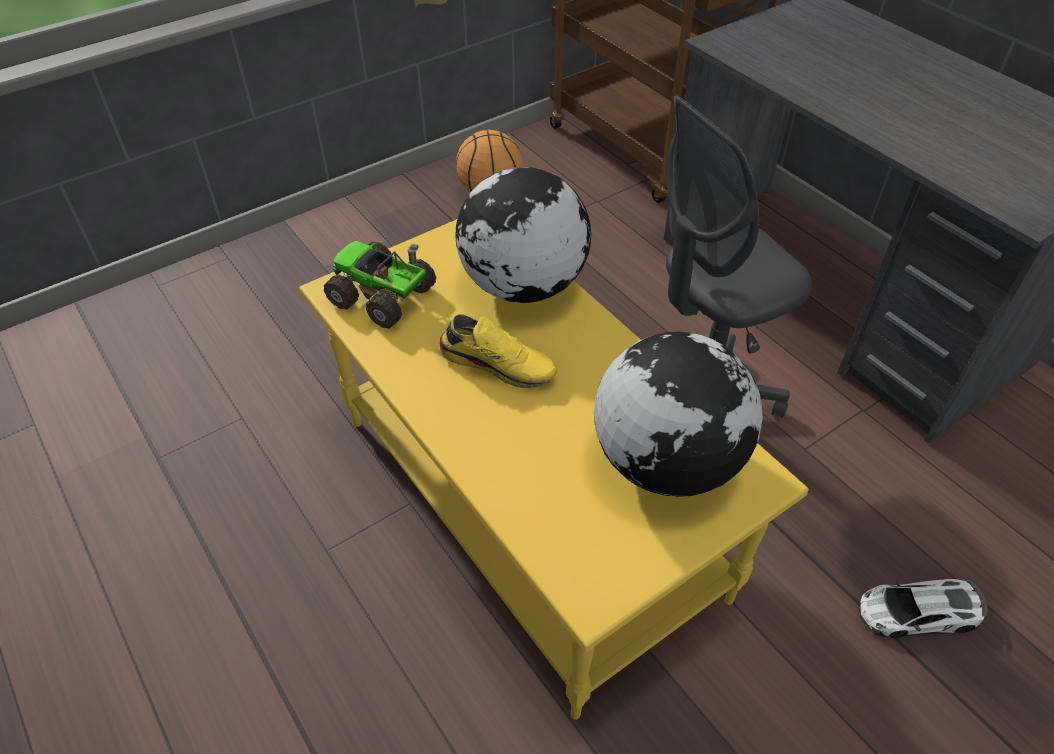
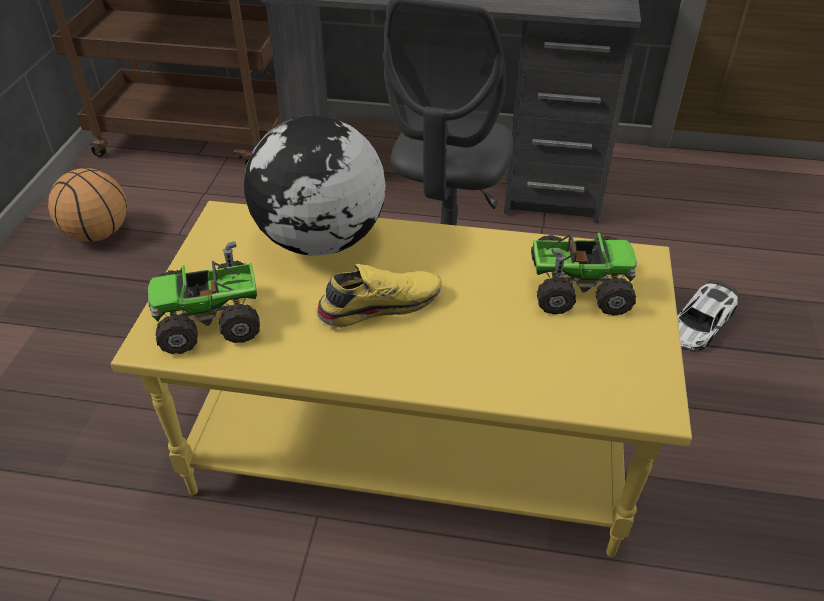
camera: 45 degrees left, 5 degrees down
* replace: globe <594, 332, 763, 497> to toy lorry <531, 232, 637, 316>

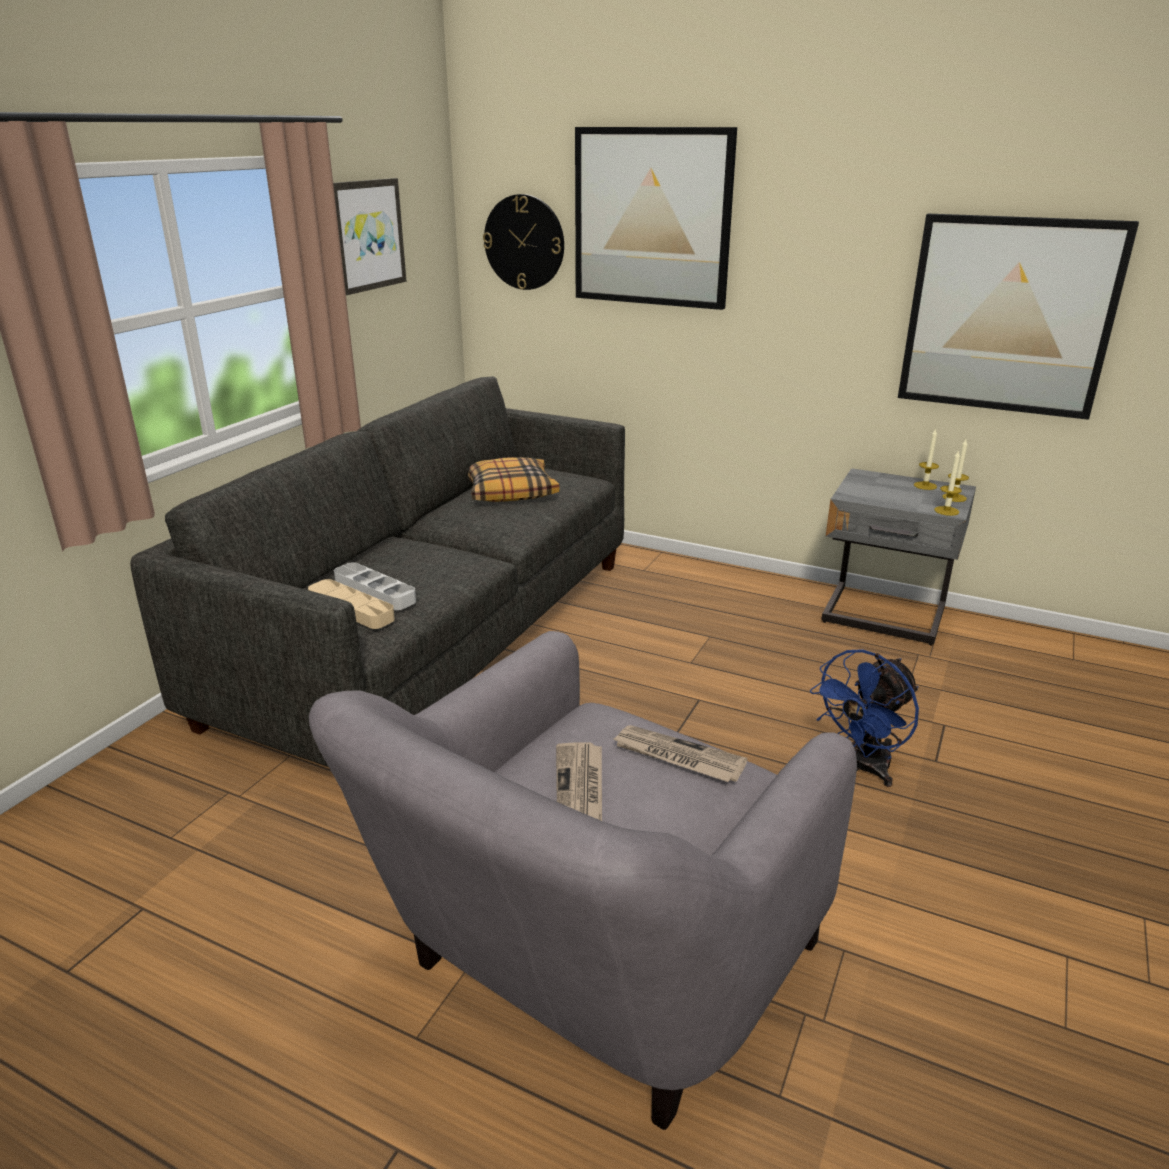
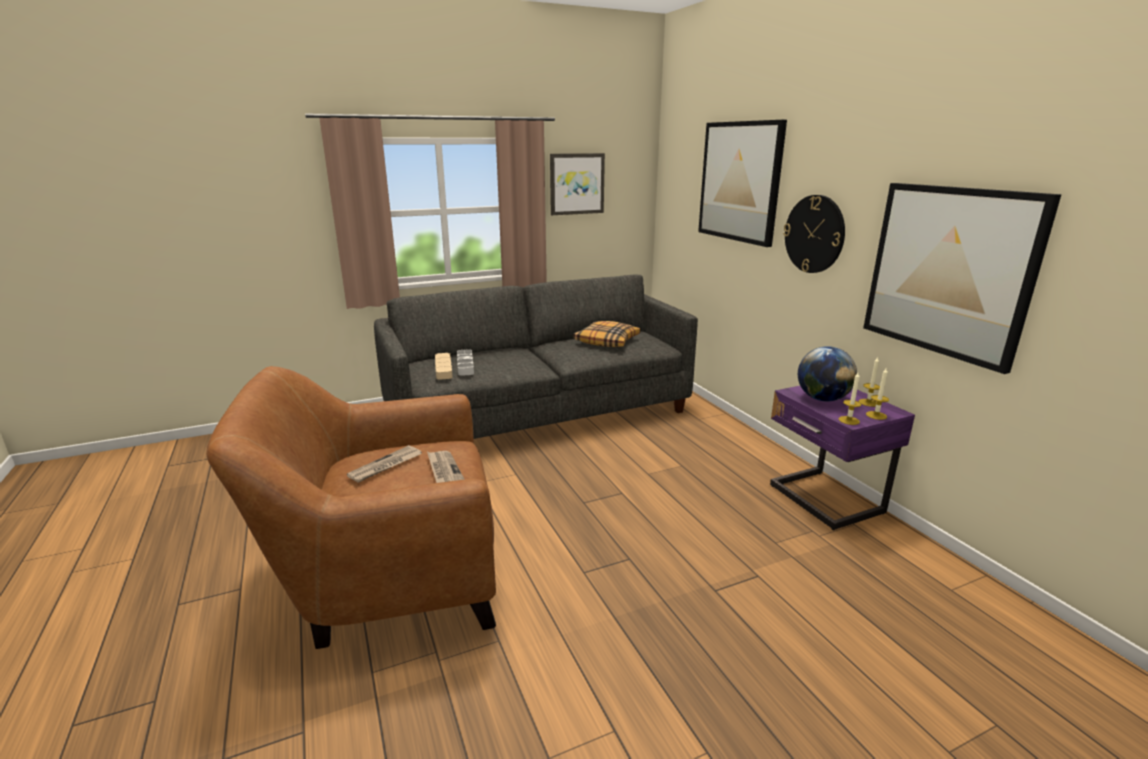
camera: 40 degrees right, 5 degrees down
* move: wall clock <483, 194, 564, 290> to <783, 195, 845, 273>
* recolor: grey bedside table <821, 468, 976, 645> to purplish bedside table <770, 386, 915, 530>
* recolor: grey easy chair <309, 631, 857, 1130> to brown-coloured easy chair <206, 366, 496, 649>
* delete: blue-coloured cooling fan <810, 649, 919, 787>
* insert: globe <798, 346, 857, 402>

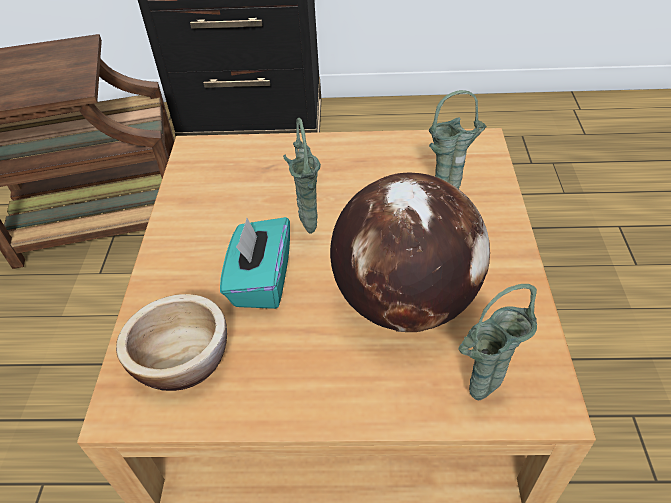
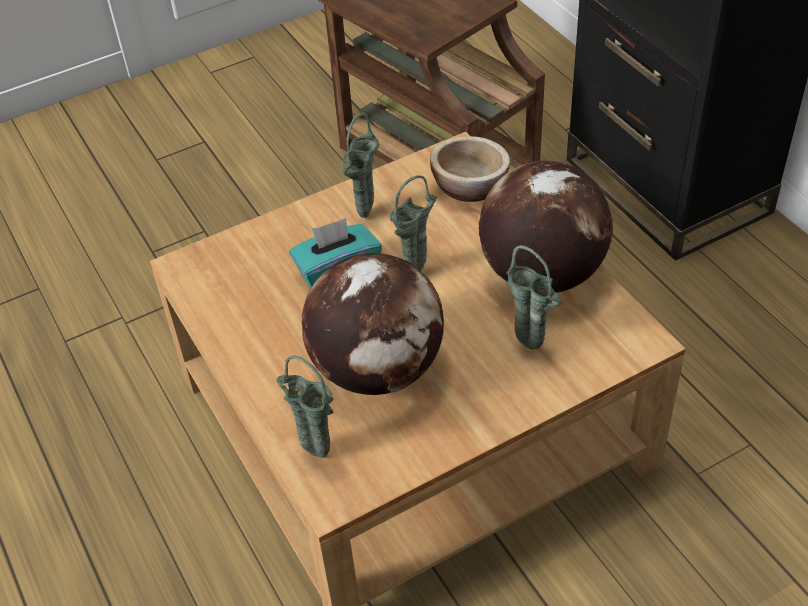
camera: 60 degrees right, 0 degrees up
* move: bowl <116, 294, 227, 391> to <430, 136, 510, 202>
* insert: greenish vase <343, 112, 379, 218>
* insert: globe <479, 161, 613, 293>

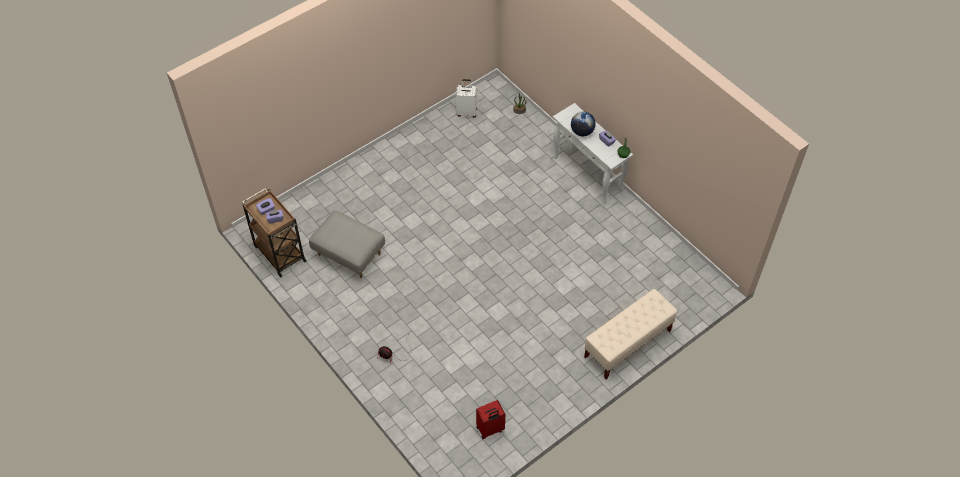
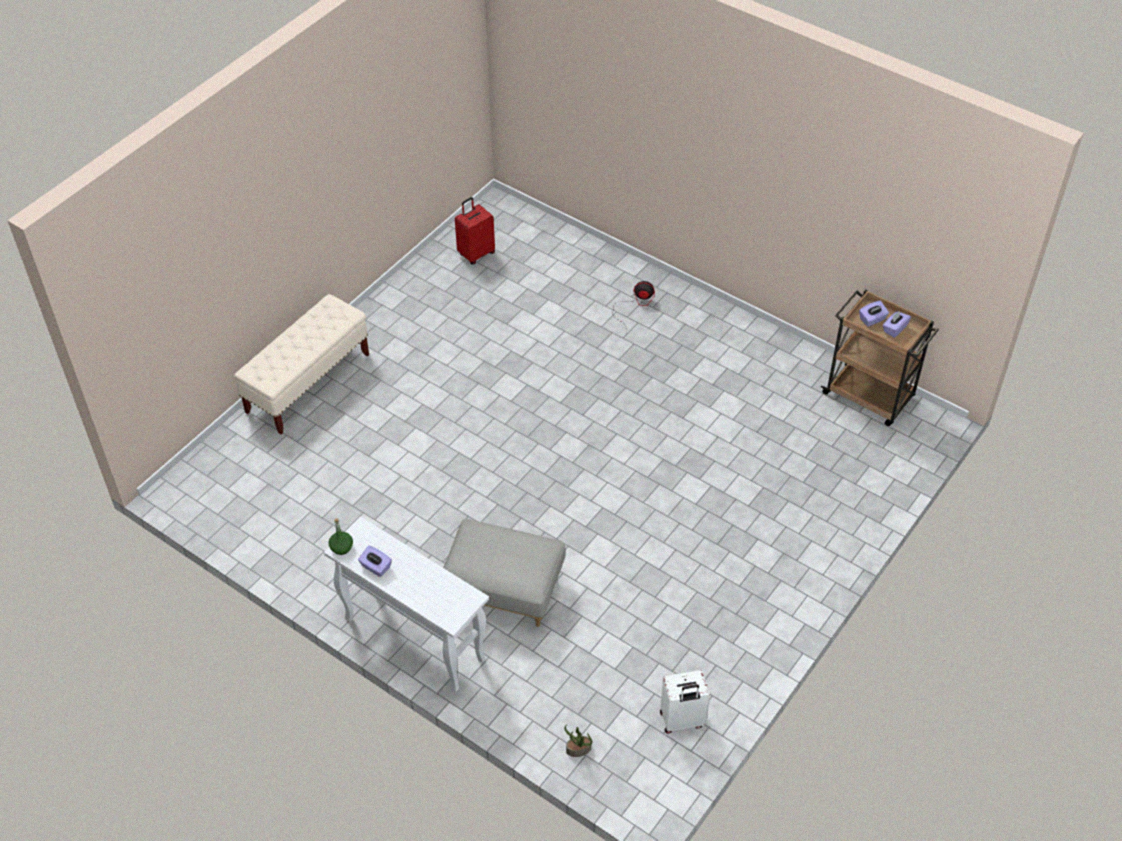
camera: 165 degrees right, 5 degrees down
* delete: globe <571, 112, 596, 136>
* move: grey footrest <309, 210, 385, 278> to <443, 519, 566, 627>

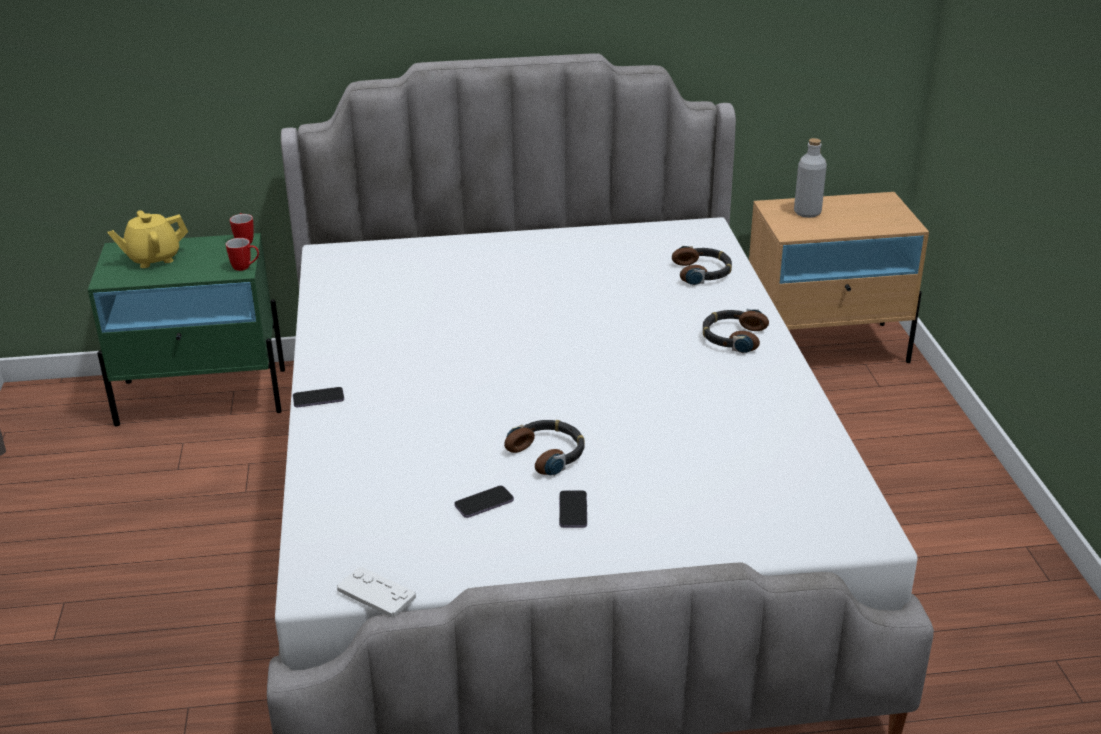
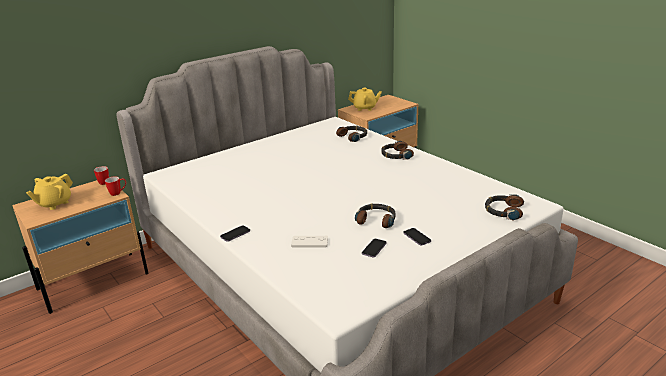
camera: 30 degrees left, 5 degrees down
* replace: grey beverage bottle <794, 138, 827, 218> to yellowish teapot <348, 87, 382, 111>
* recolor: greenish bedside table <88, 233, 285, 426> to beige bedside table <12, 180, 149, 314>
* move: white-coloured gamepad <337, 567, 416, 617> to <291, 236, 328, 248>
* insert: headset <485, 194, 524, 221>

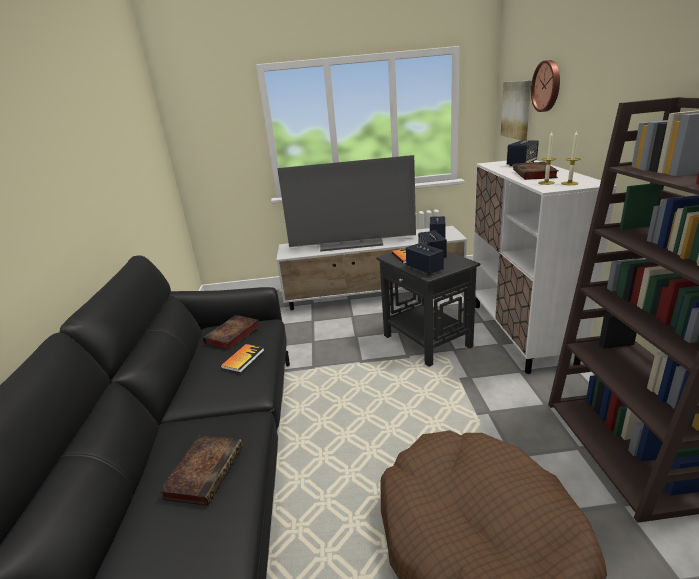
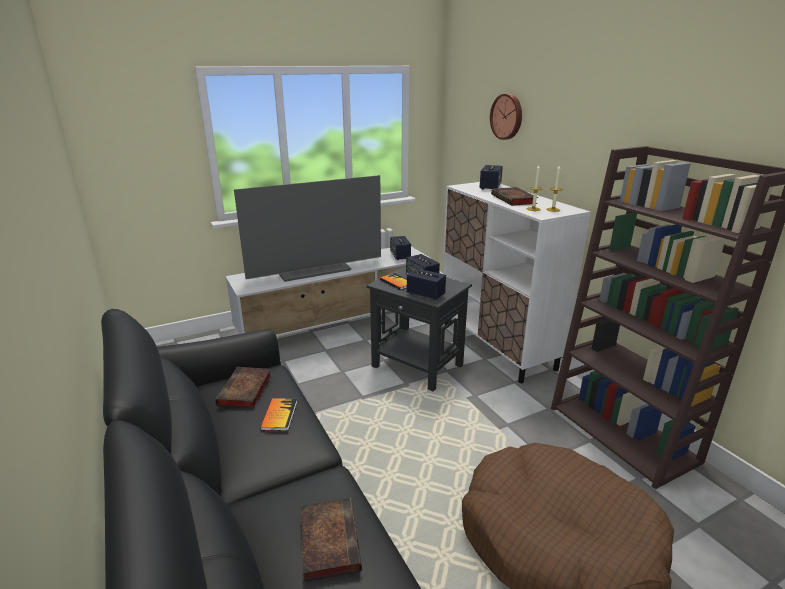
camera: 25 degrees left, 0 degrees up
* delete: wall art <501, 81, 531, 140>

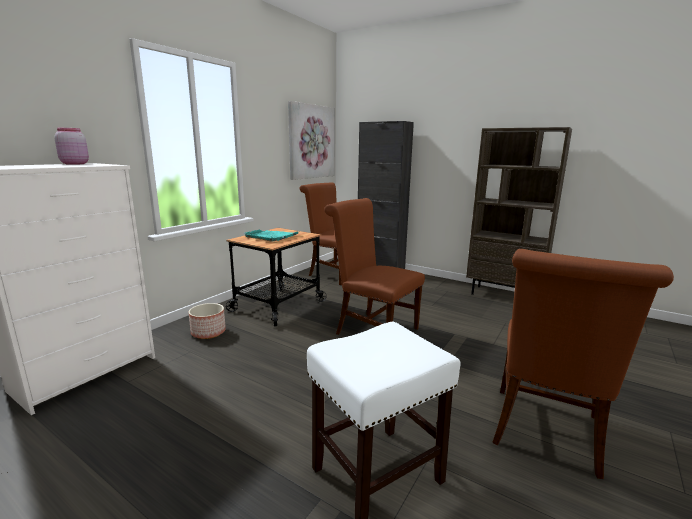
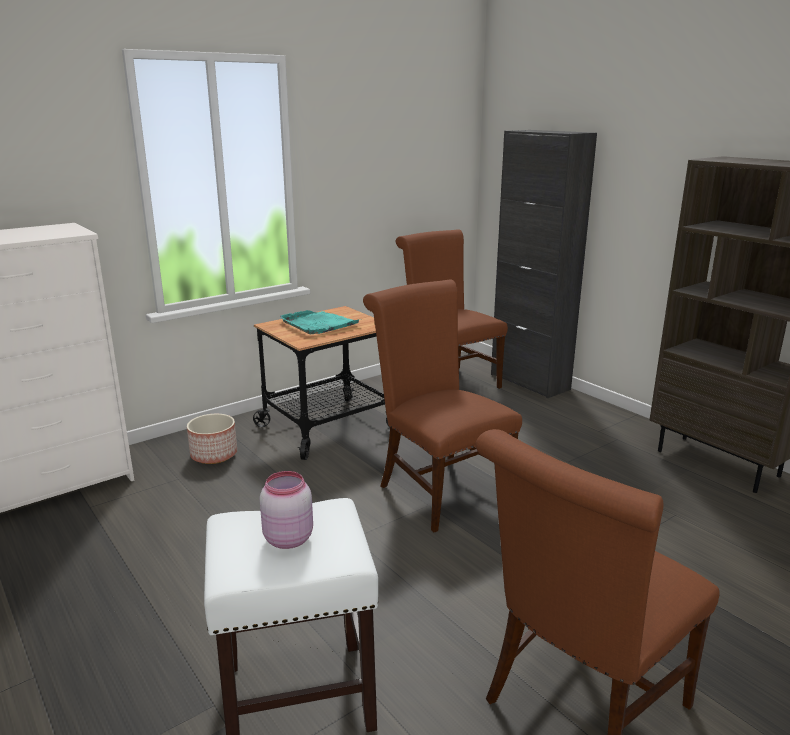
camera: 20 degrees right, 5 degrees up
* delete: wall art <288, 101, 335, 180>
* move: pinkish preserve jar <54, 128, 89, 165> to <260, 471, 313, 549>

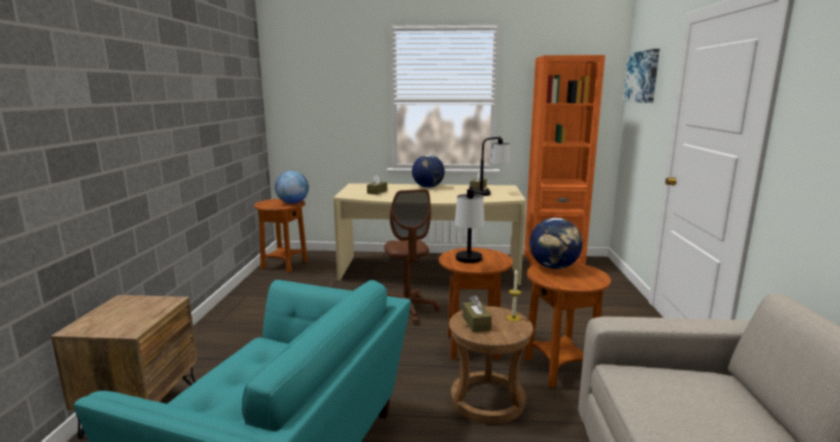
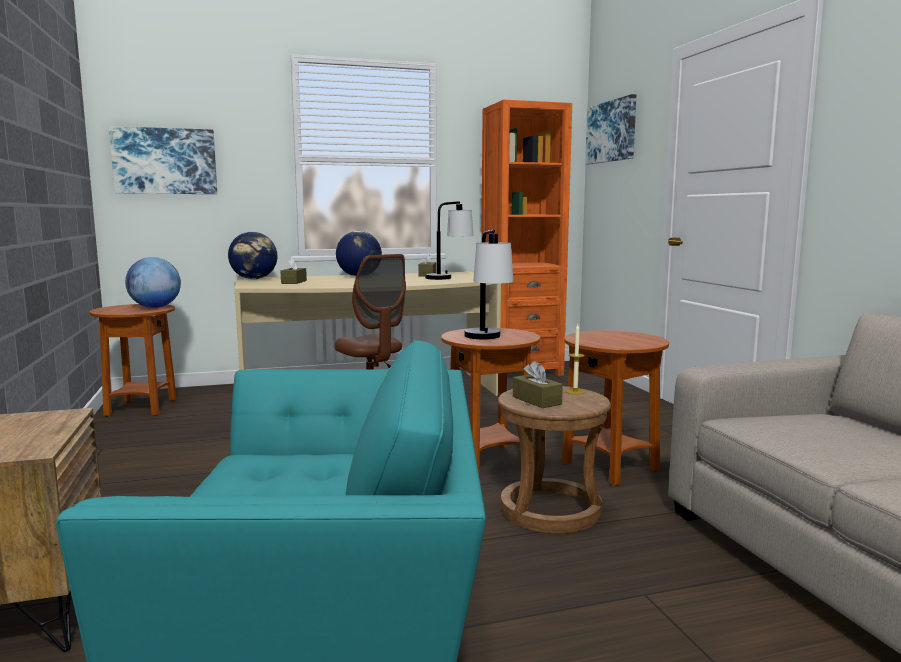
camera: 20 degrees left, 5 degrees down
* move: globe <529, 218, 583, 269> to <228, 232, 277, 279>
* insert: wall art <109, 126, 217, 194>

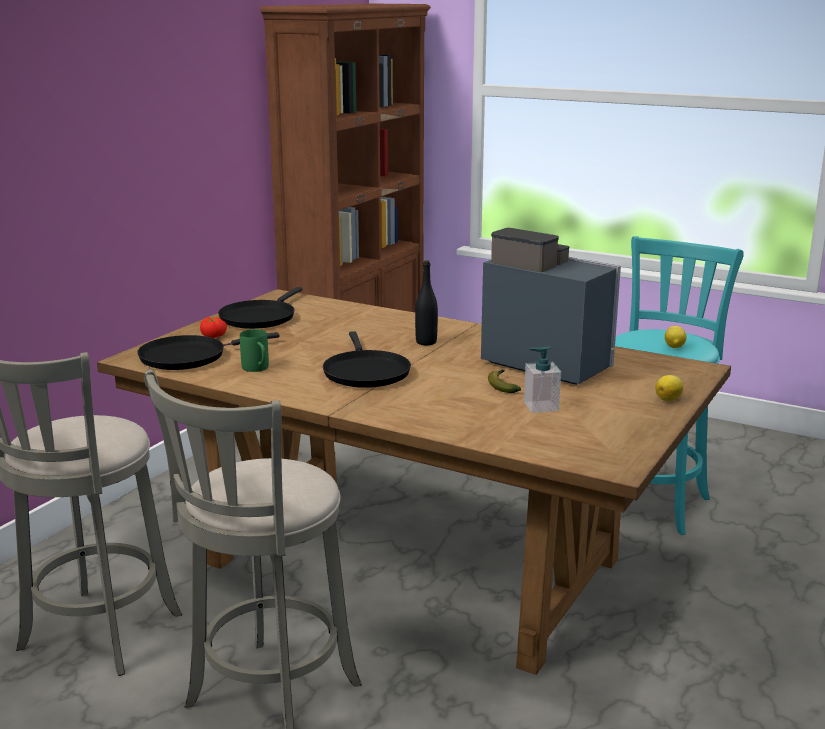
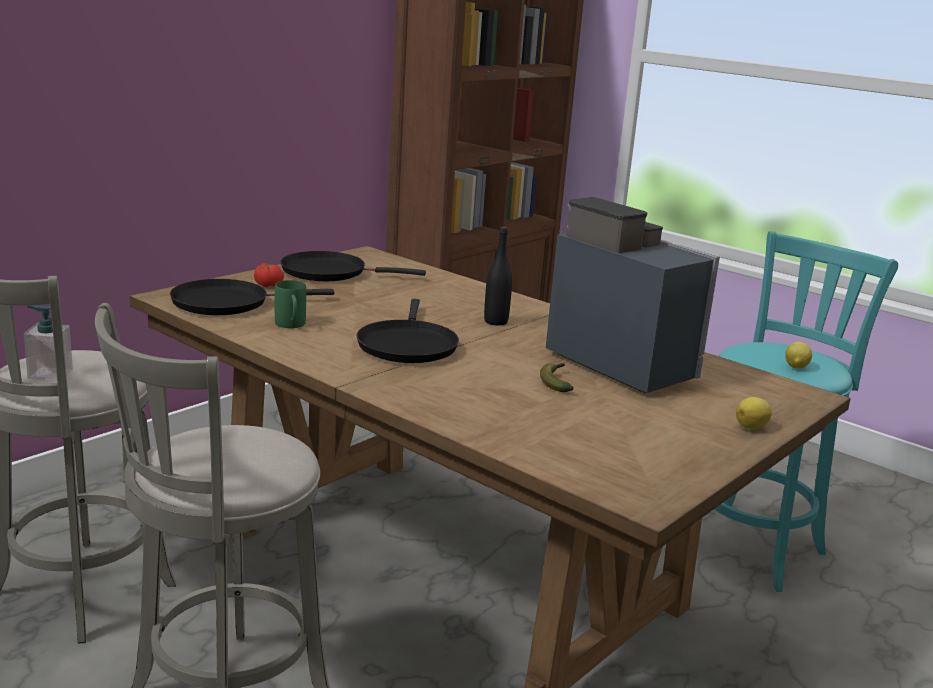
camera: 10 degrees right, 0 degrees up
* rotate: black frying pan <218, 287, 302, 329> = <281, 251, 426, 281> 60 degrees clockwise
* move: soap dispenser <524, 346, 561, 413> to <24, 305, 73, 381>

